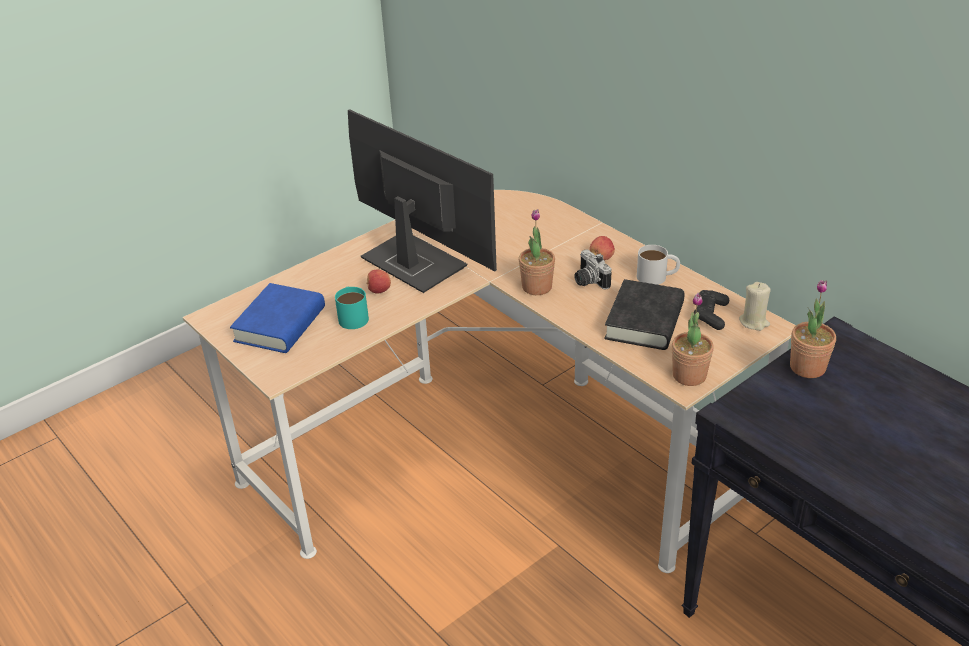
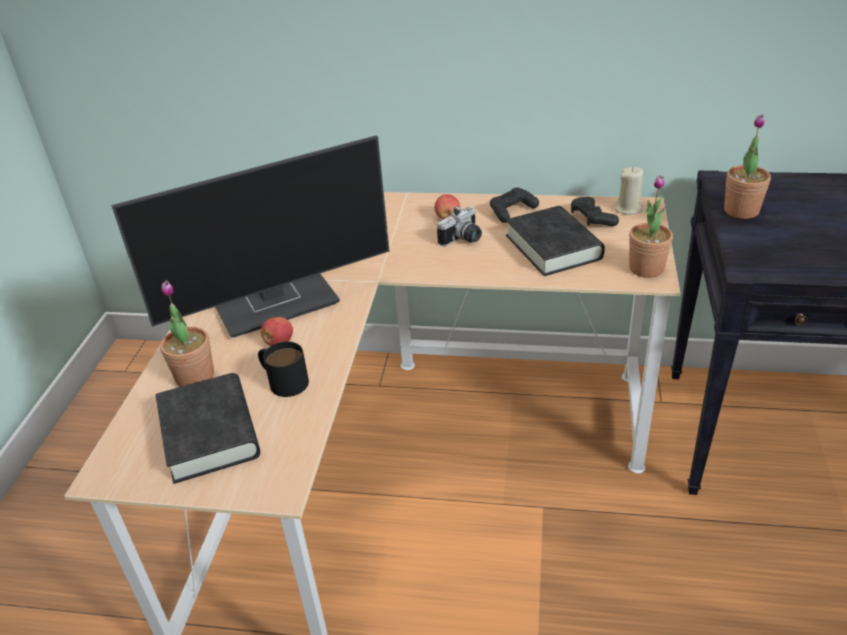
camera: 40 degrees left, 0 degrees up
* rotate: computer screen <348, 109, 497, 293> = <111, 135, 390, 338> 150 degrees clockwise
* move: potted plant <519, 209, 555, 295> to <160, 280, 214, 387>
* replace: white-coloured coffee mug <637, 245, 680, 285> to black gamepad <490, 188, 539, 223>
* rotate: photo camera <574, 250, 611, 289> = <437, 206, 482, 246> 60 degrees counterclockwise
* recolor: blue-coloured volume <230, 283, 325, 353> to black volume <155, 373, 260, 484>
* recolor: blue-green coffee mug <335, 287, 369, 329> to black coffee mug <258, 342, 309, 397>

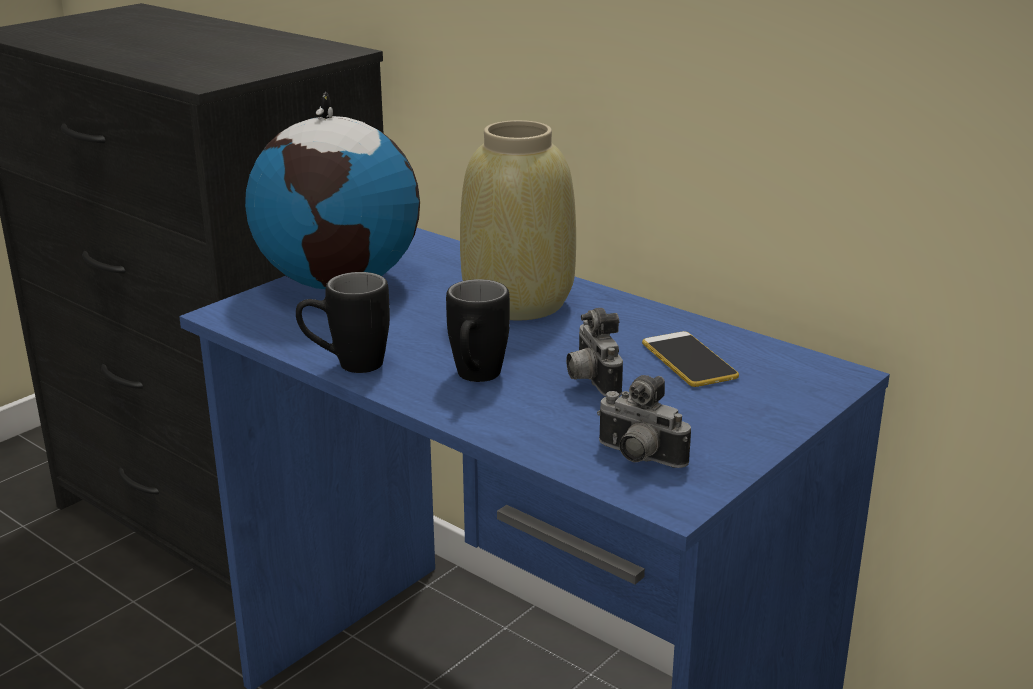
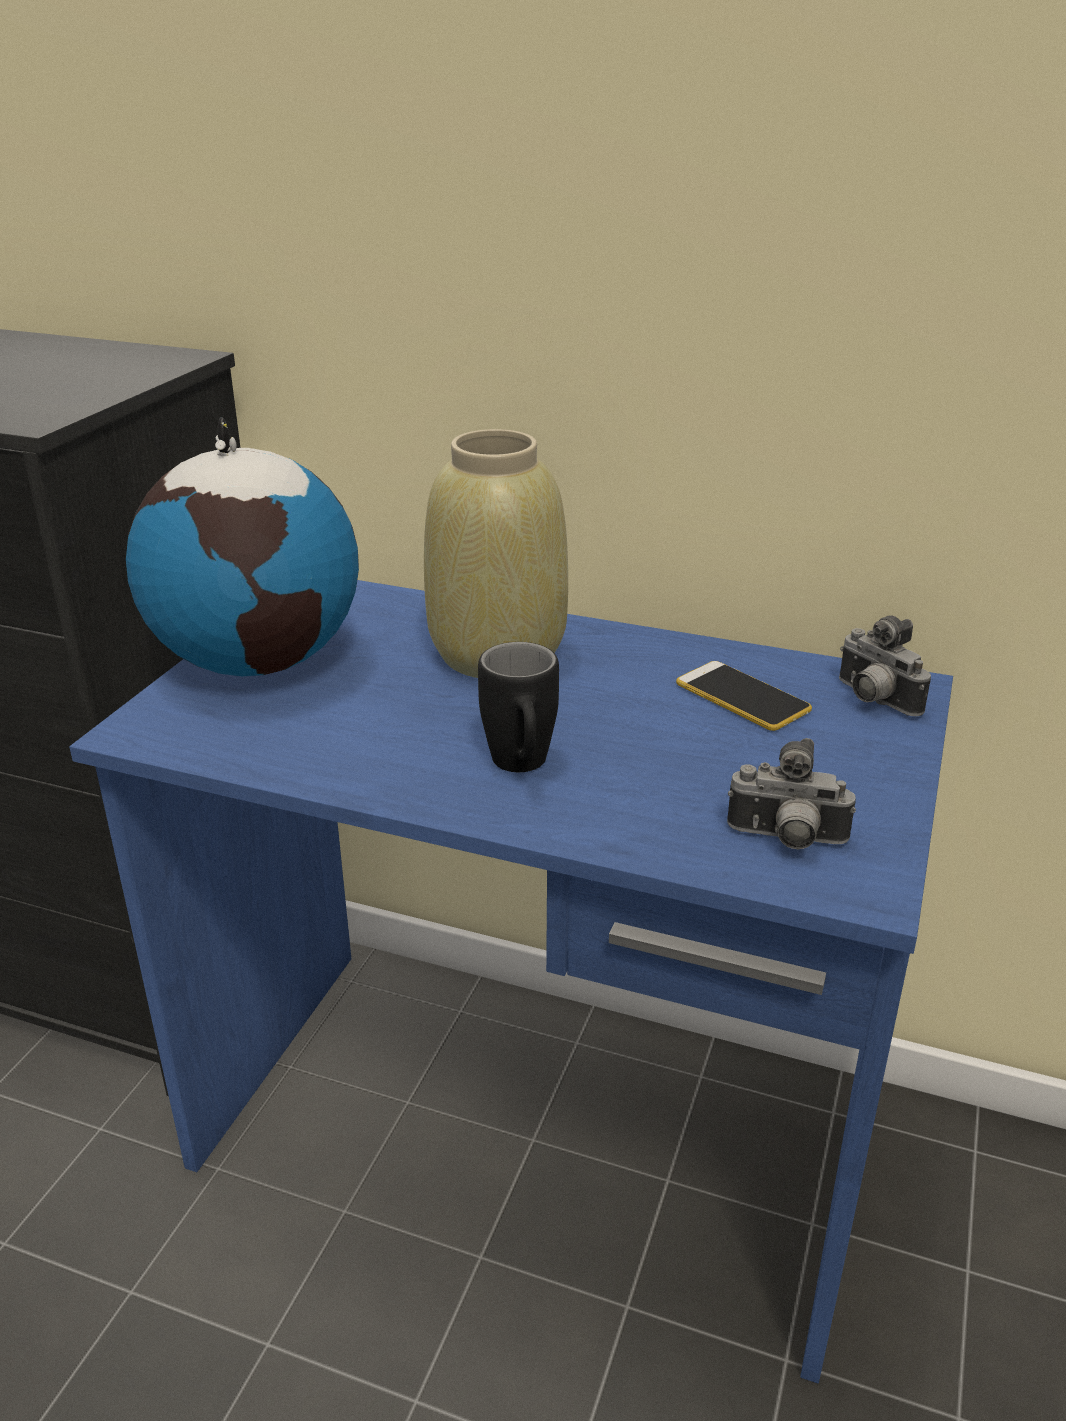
camera: 20 degrees left, 5 degrees up
* delete: black coffee mug <296, 272, 390, 373>
* move: photo camera <566, 308, 623, 397> to <839, 615, 931, 716>

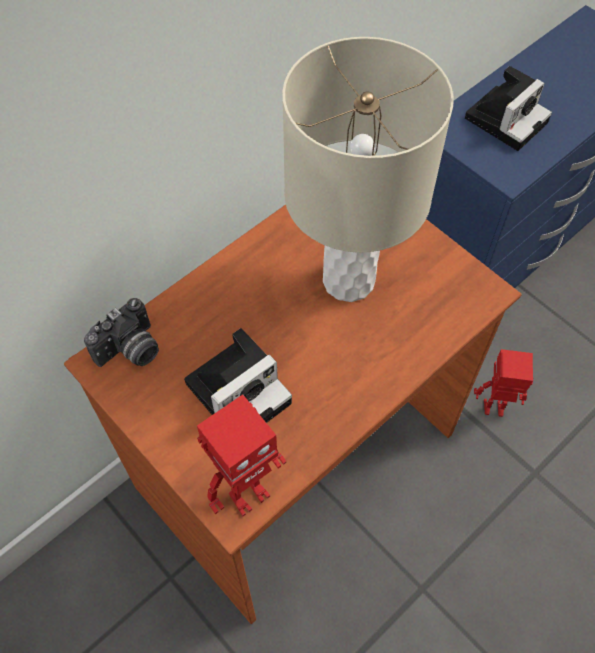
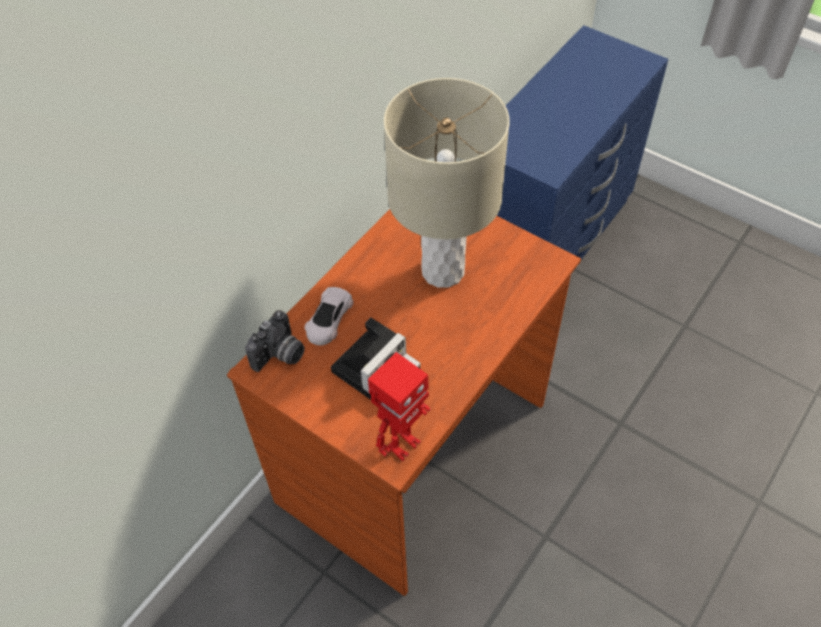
camera: 10 degrees left, 5 degrees down
* delete: photo camera <465, 66, 552, 151>
* delete: model robot <474, 349, 533, 417>
* insert: white-coloured toy car <305, 287, 353, 346>

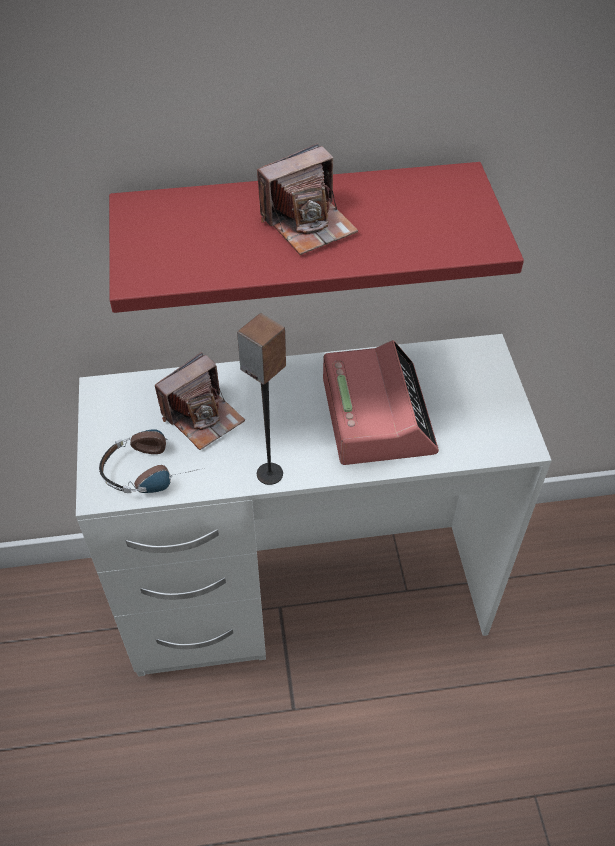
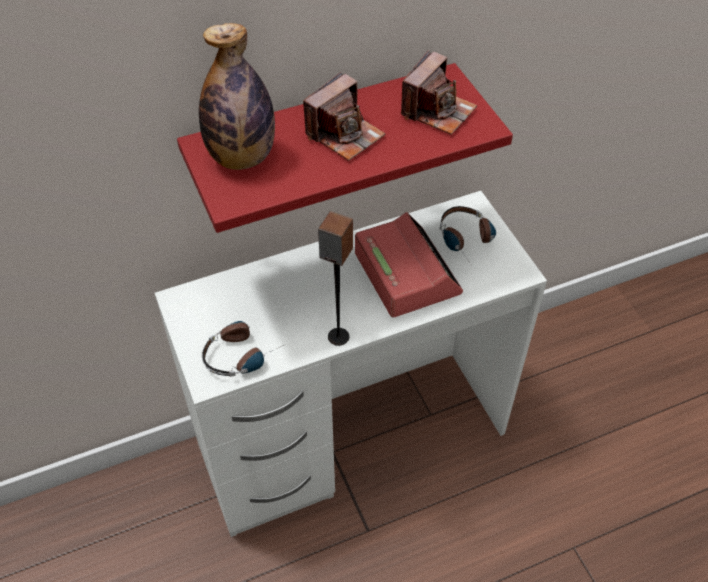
camera: 15 degrees left, 0 degrees up
* move: photo camera <155, 352, 245, 450> to <401, 51, 477, 135>
* insert: beverage bottle <199, 23, 275, 170>
* insert: headset <440, 206, 496, 266>

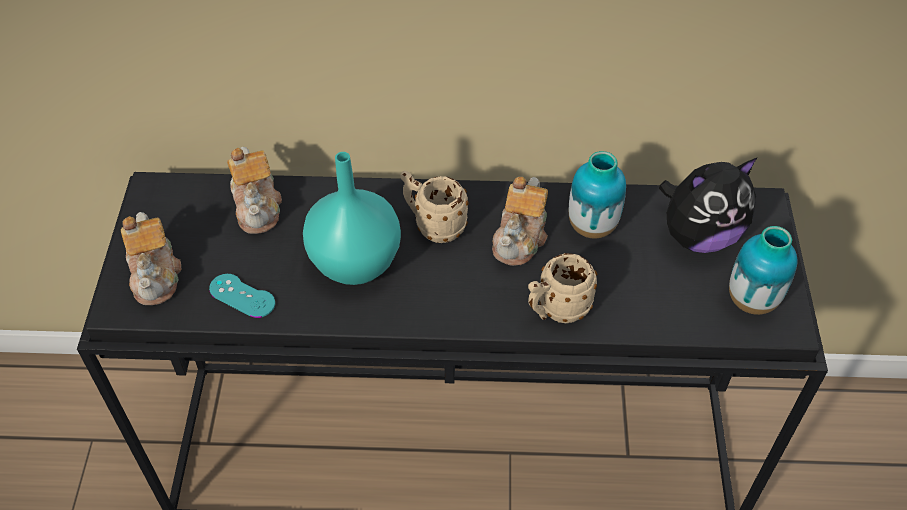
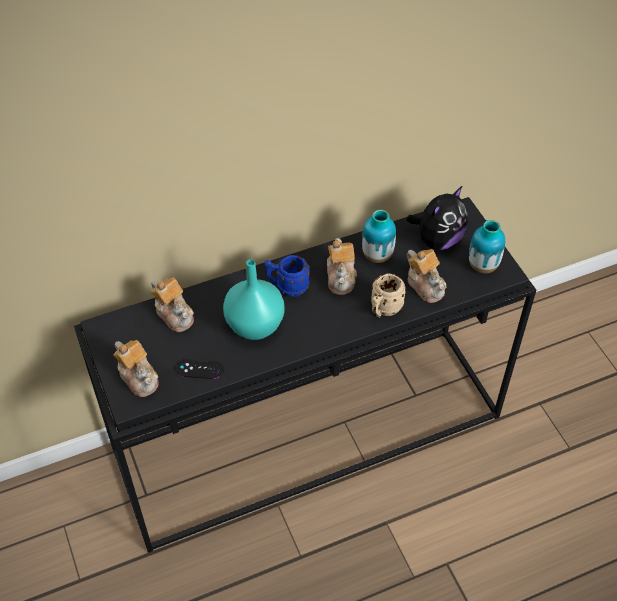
camera: 25 degrees left, 0 degrees up
* recolor: beige coffee mug <400, 171, 469, 243> to blue-coloured coffee mug <264, 255, 310, 297>
* recolor: blue-green gamepad <209, 274, 275, 318> to black gamepad <177, 359, 224, 379>
* insert: teapot <407, 249, 446, 303>

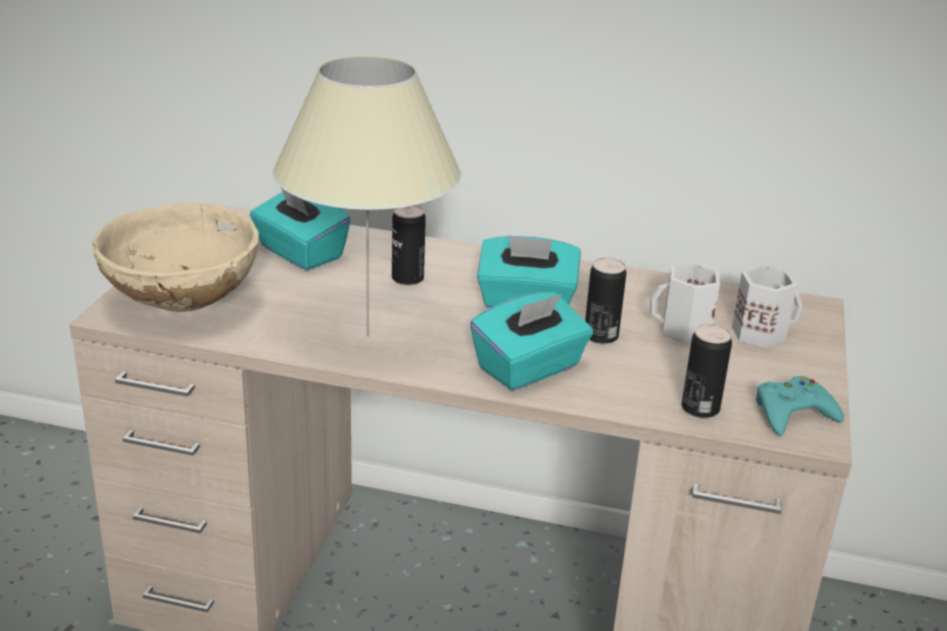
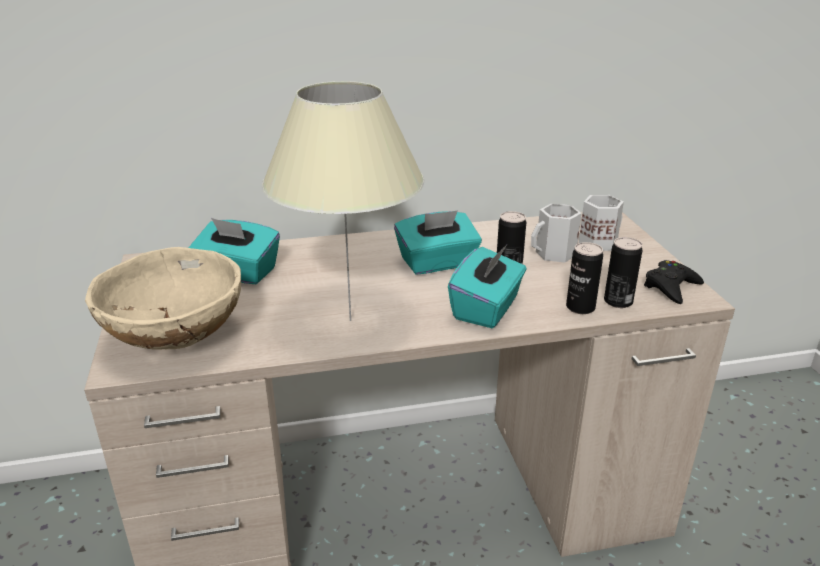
camera: 25 degrees left, 0 degrees up
* move: can <392, 205, 426, 285> to <566, 242, 603, 314>
* recolor: blue-green gamepad <756, 376, 844, 436> to black gamepad <644, 260, 704, 304>

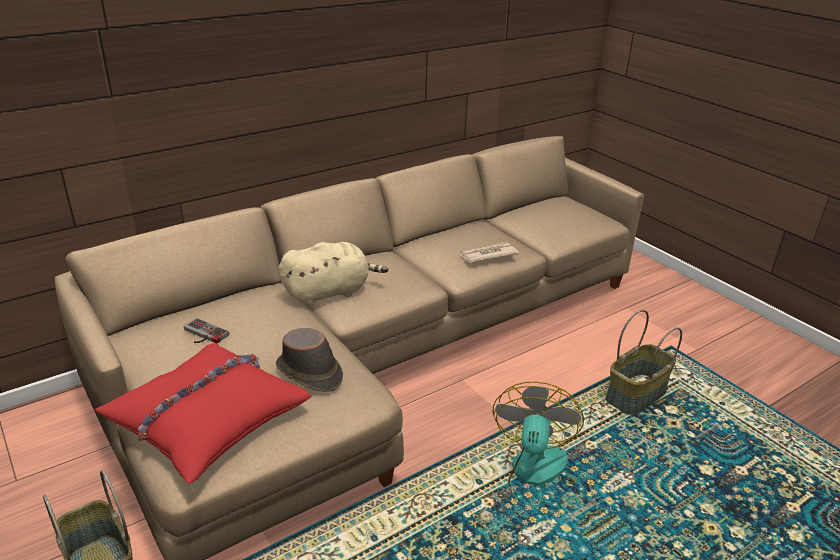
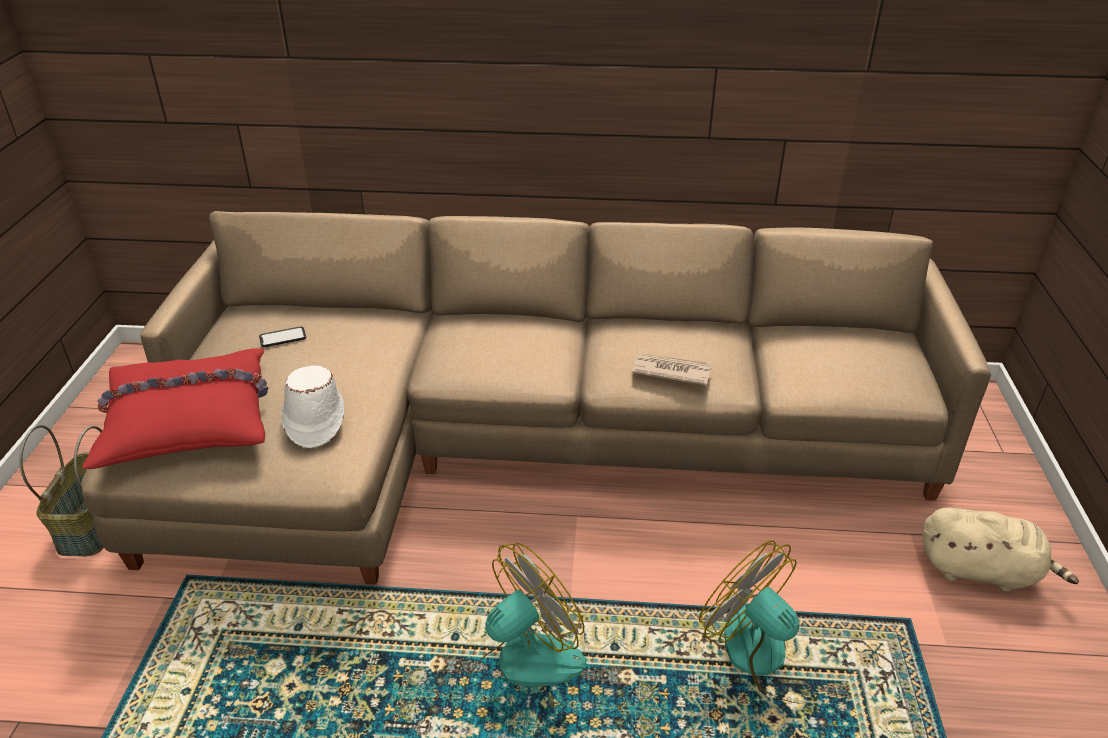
camera: 40 degrees right, 5 degrees up
* move: beige cuddly toy <279, 242, 388, 305> to <922, 507, 1079, 591>
* replace: storage basket <606, 310, 682, 415> to cooling fan <699, 540, 812, 703>
* replace: gamepad <184, 318, 229, 343> to handset <259, 327, 306, 347>
* recolor: brown-coloured wearable hat <276, 328, 343, 392> to white-coloured wearable hat <281, 365, 345, 448>

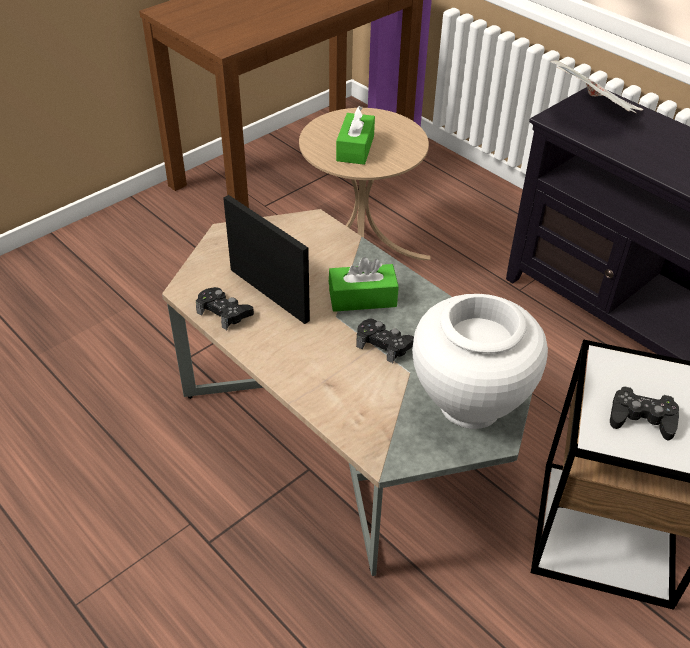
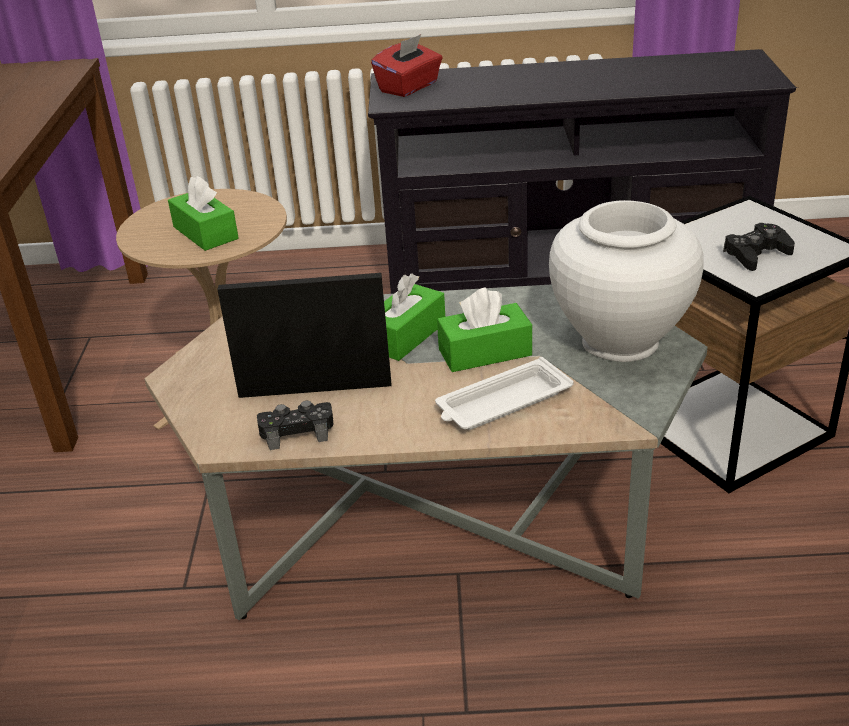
camera: 45 degrees left, 10 degrees down
* replace: printed paper <550, 61, 643, 113> to red tissue box <371, 34, 442, 97>
* replace: black gamepad <356, 318, 414, 363> to greenish tissue box <437, 288, 532, 372>
* insert: white-coloured carrying tray <435, 357, 574, 430>

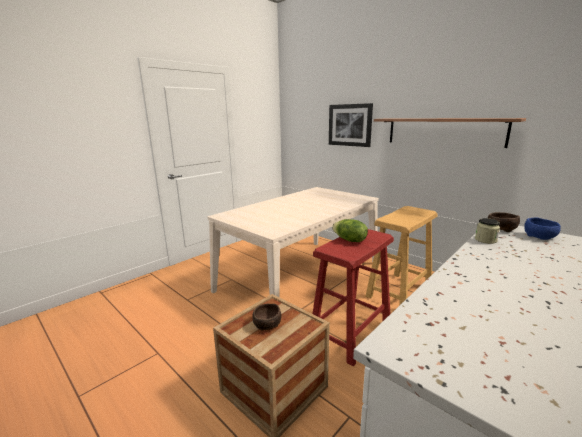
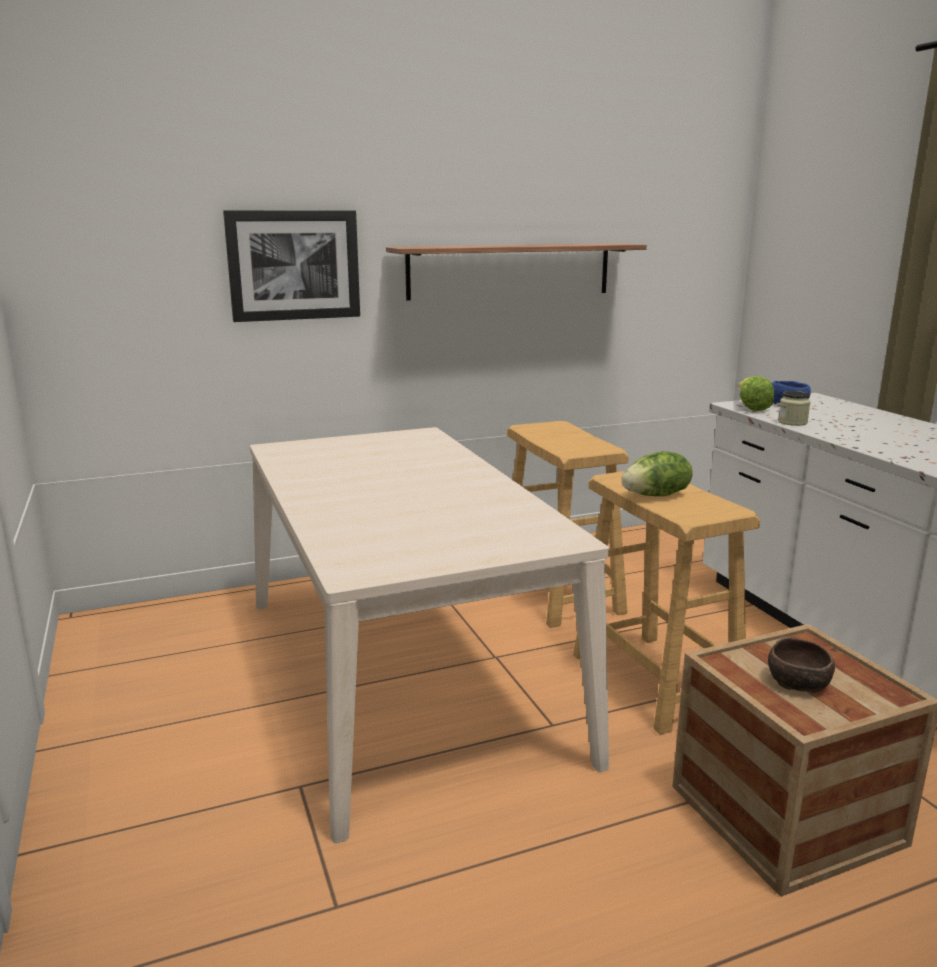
camera: 65 degrees left, 0 degrees up
* replace: brown-coloured bowl <488, 212, 520, 232> to lettuce <738, 376, 774, 411>
* recolor: red stool <312, 229, 394, 366> to beige stool <573, 471, 760, 735>

